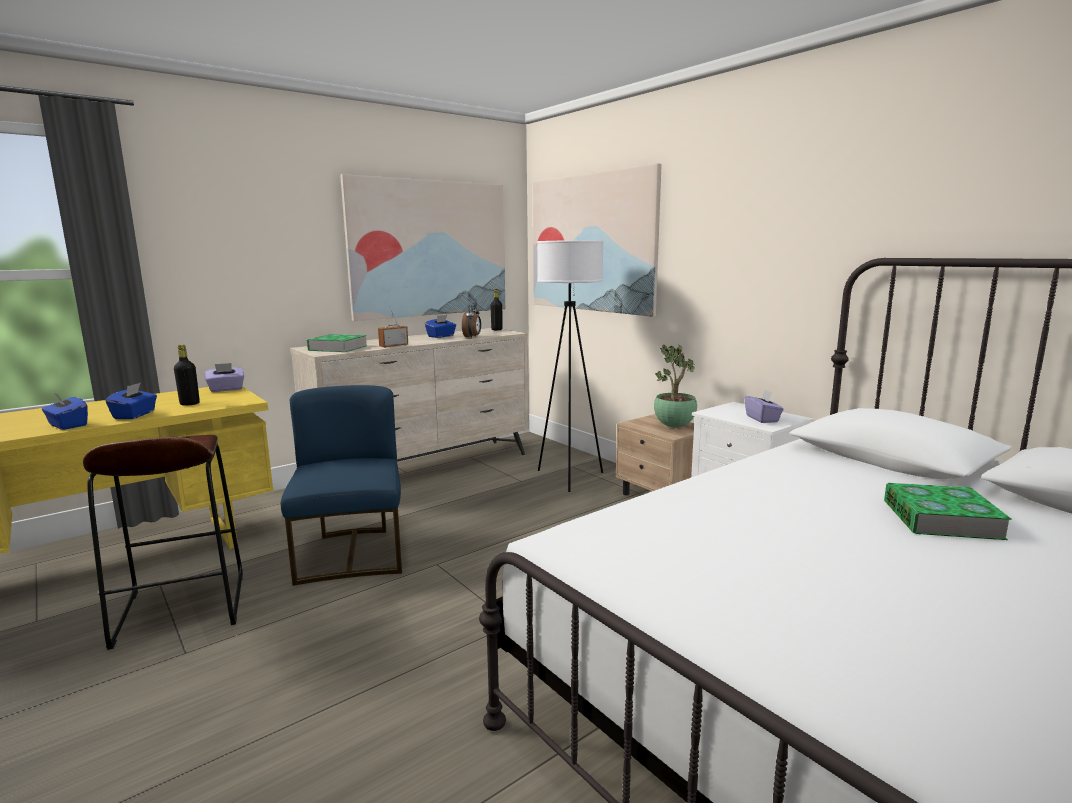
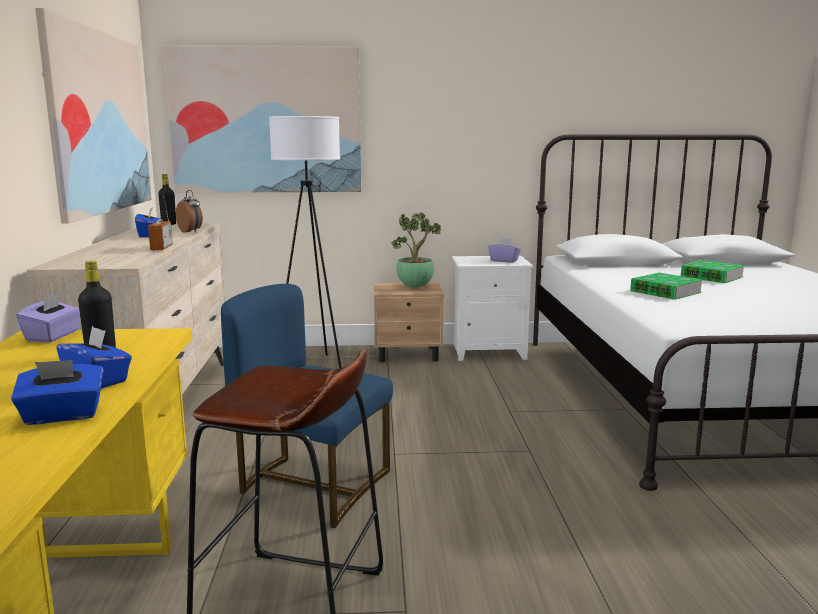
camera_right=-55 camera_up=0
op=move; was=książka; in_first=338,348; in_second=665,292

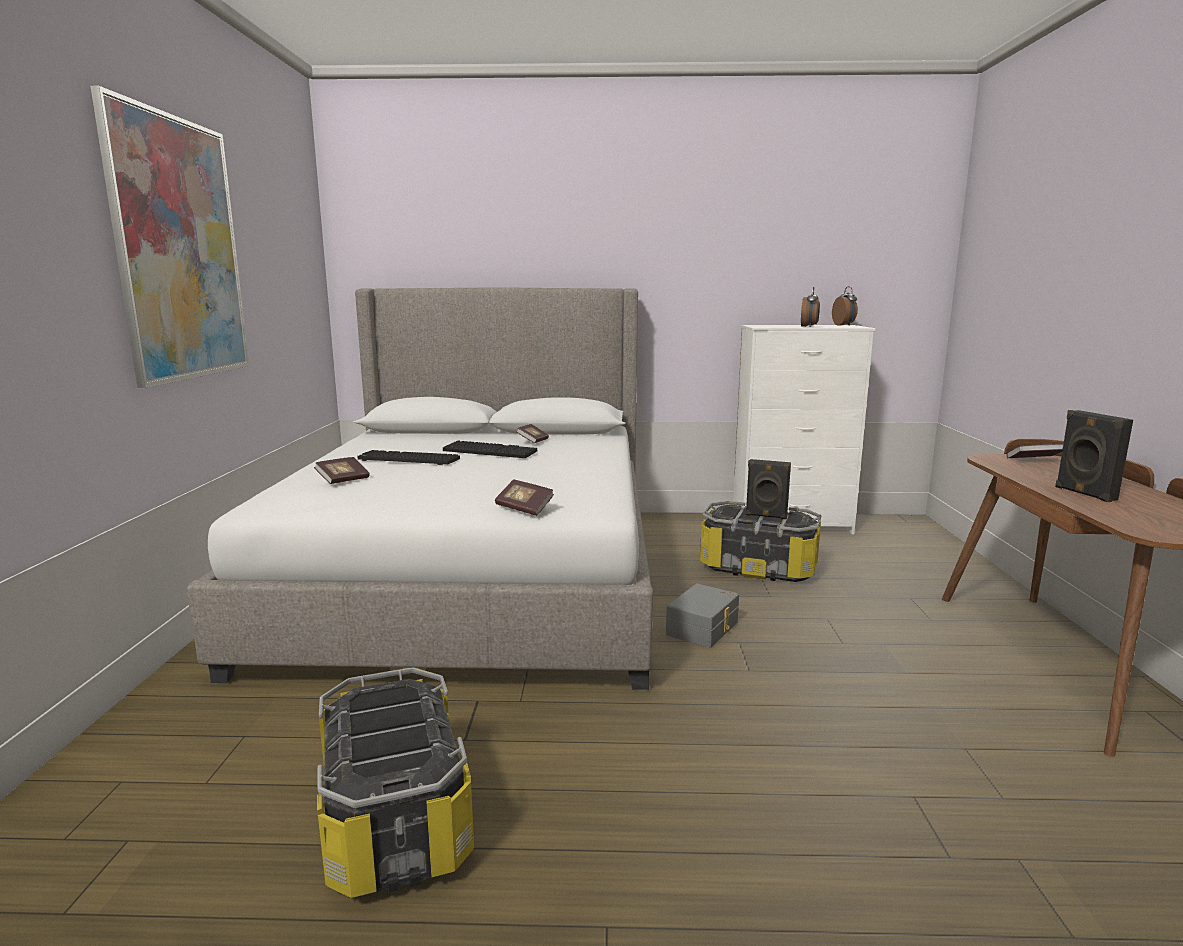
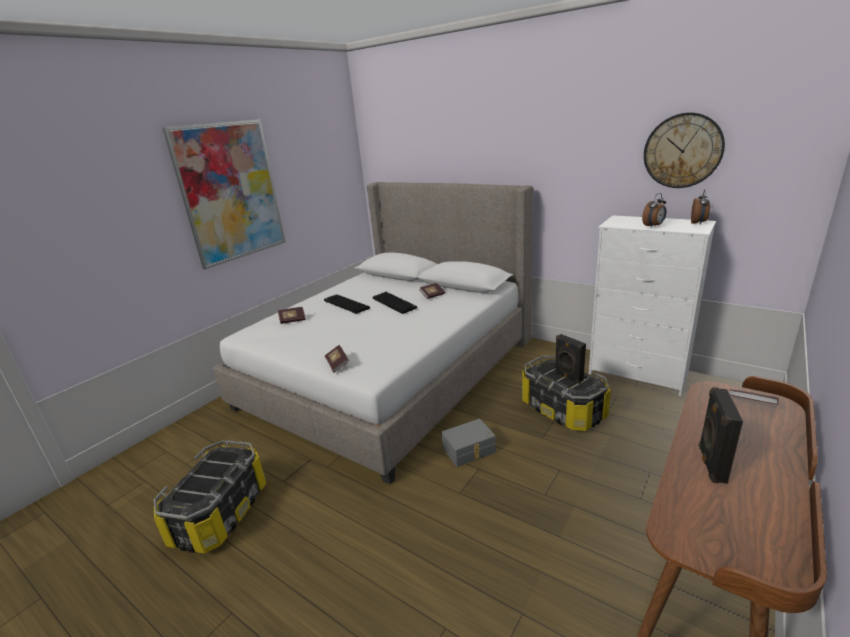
camera_right=35 camera_up=10
op=insert; now=zegar ścienny; in_second=682,151

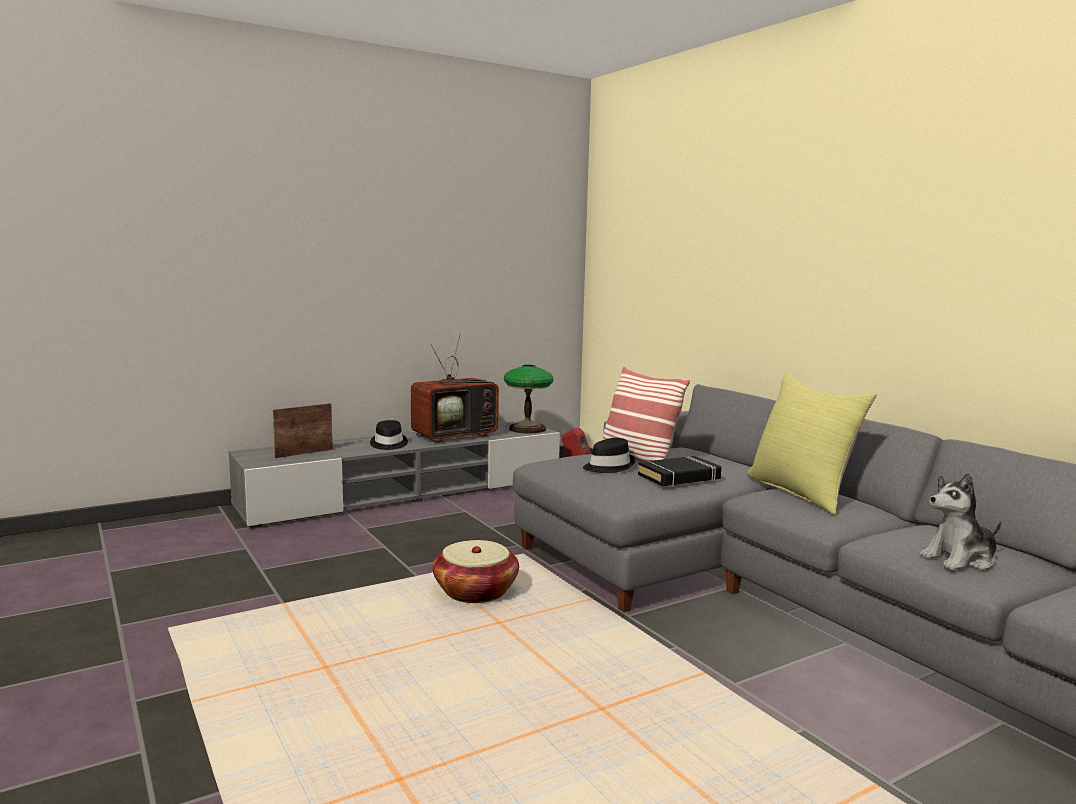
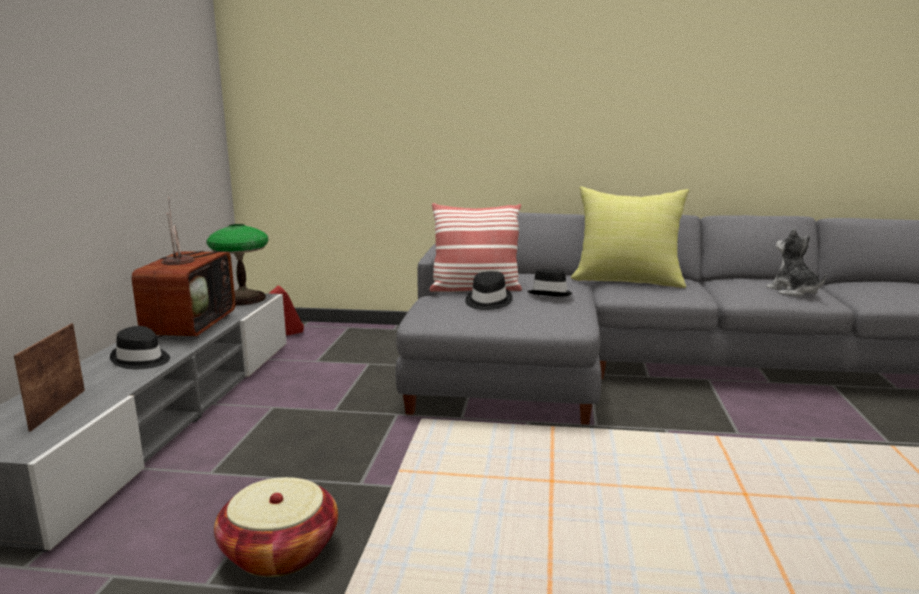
camera_right=-50 camera_up=5
op=move; was=koszyk; in_first=475,591; in_second=280,551
op=replace; was=książka (czarny); now=kapelusz (czarny); in_first=679,477; in_second=550,293
op=rotate; was=pluszak; in_first=960,559; in_second=793,291; clockwise=135

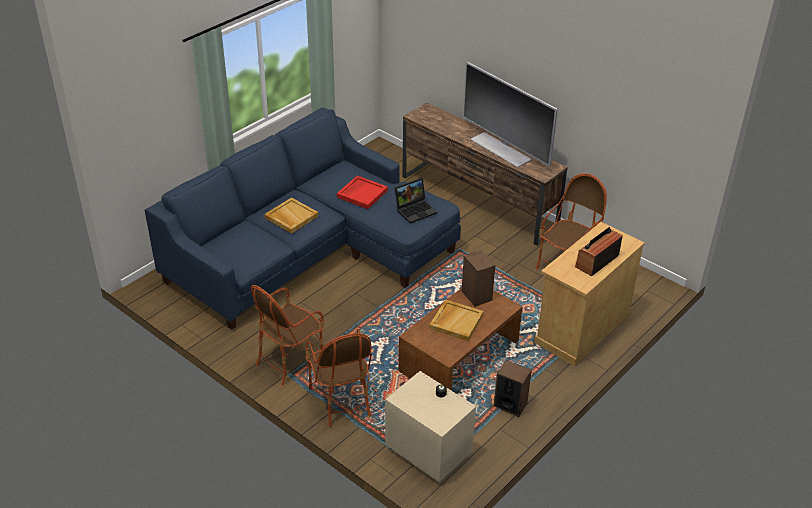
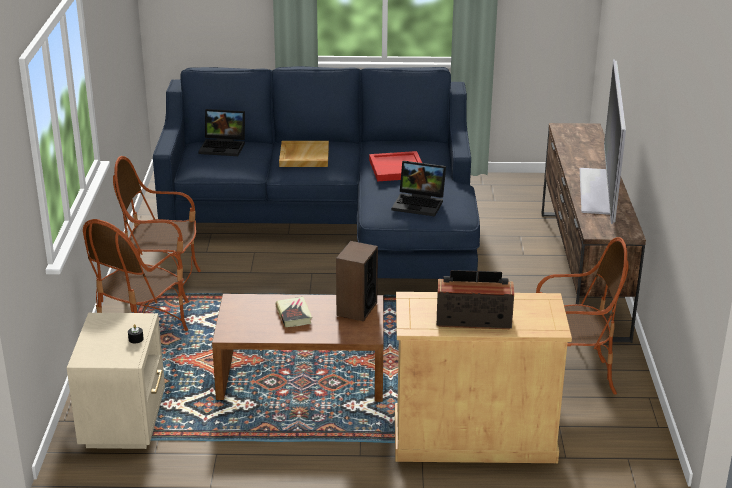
camera_right=50 camera_up=-10
op=delete; was=głośnik; in_first=510,405
op=insert; now=laptop; in_second=224,146
op=replace; was=taca (beżowy); now=książka; in_first=456,321; in_second=294,315

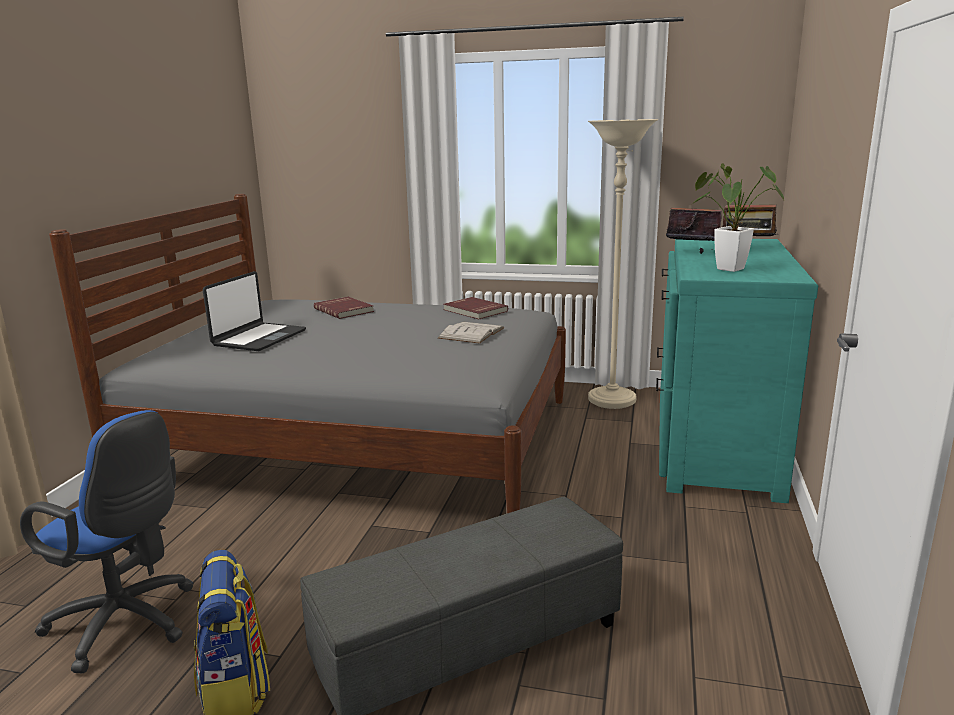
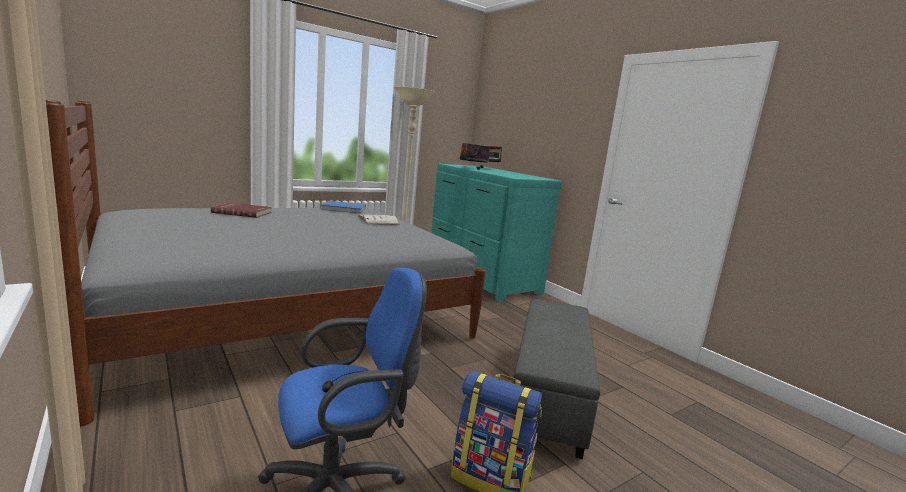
camera_right=-50 camera_up=-5
op=delete; was=laptop; in_first=259,338
op=delete; was=roślina doniczkowa; in_first=724,268
op=recolor; was=książka (czerwony); now=książka (niebieski); in_first=474,311; in_second=343,209

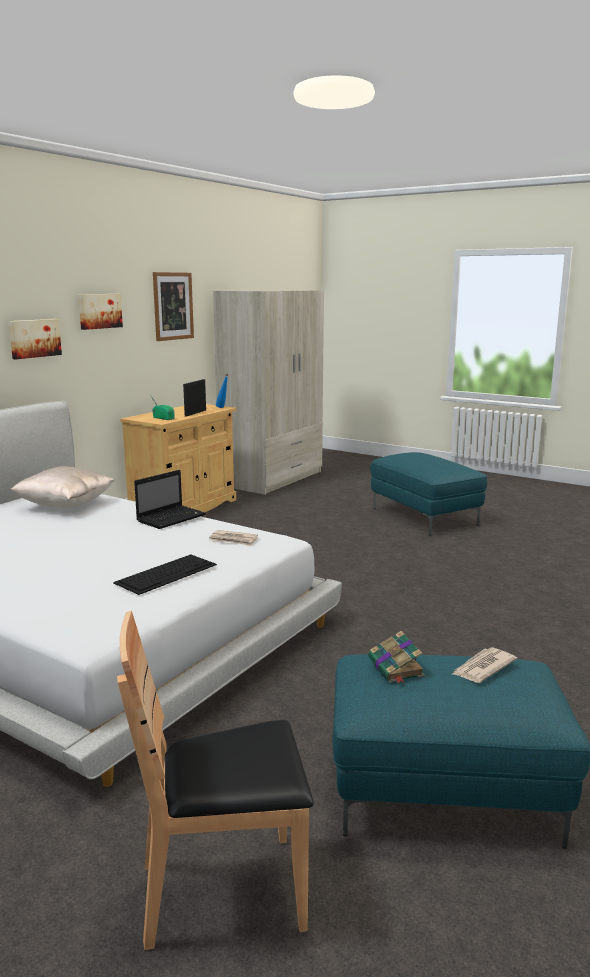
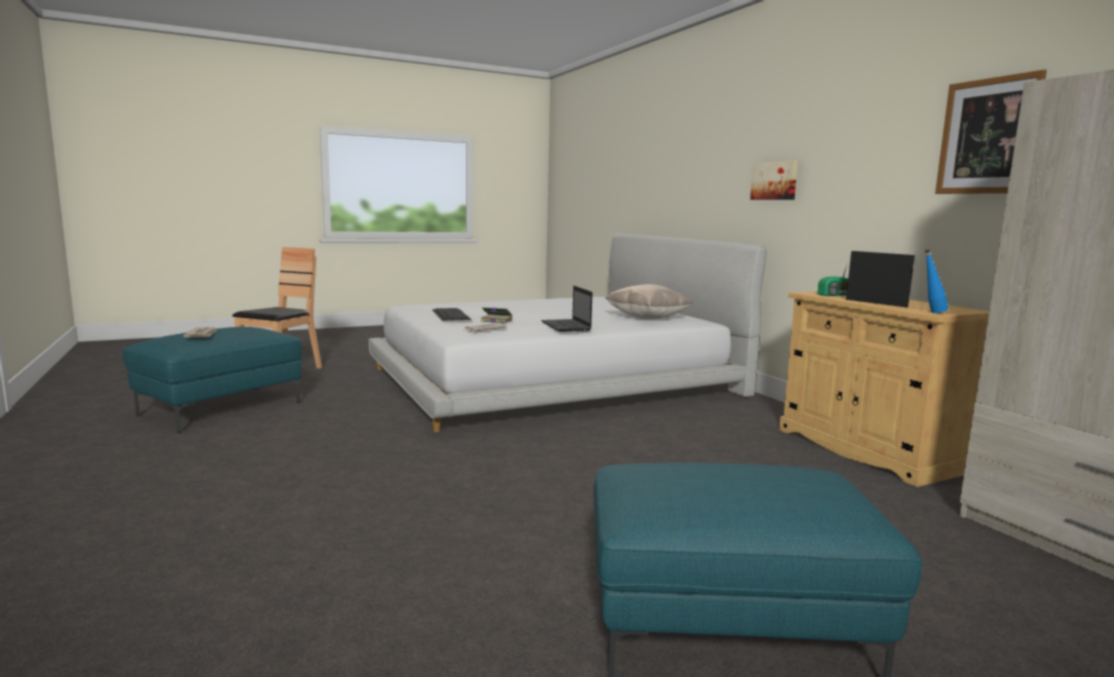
camera_right=120 camera_up=-5
op=delete; was=obraz; in_first=99,311
op=move; was=książka; in_first=396,668; in_second=496,321

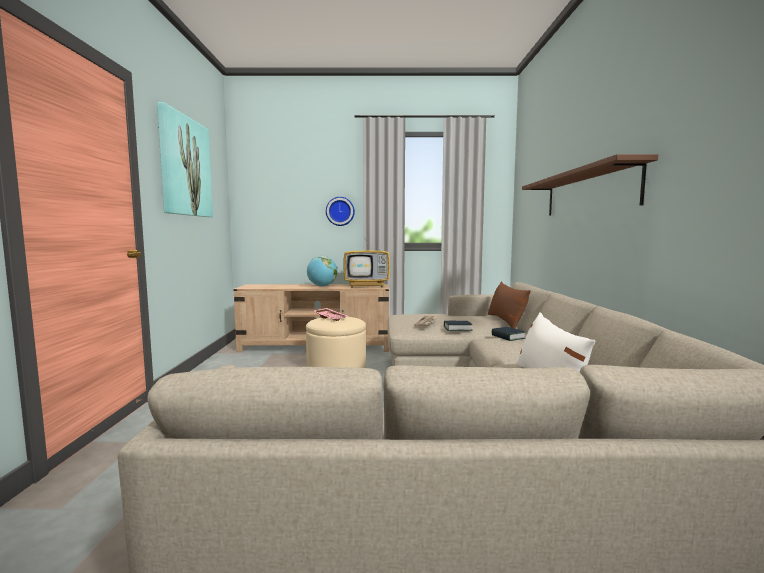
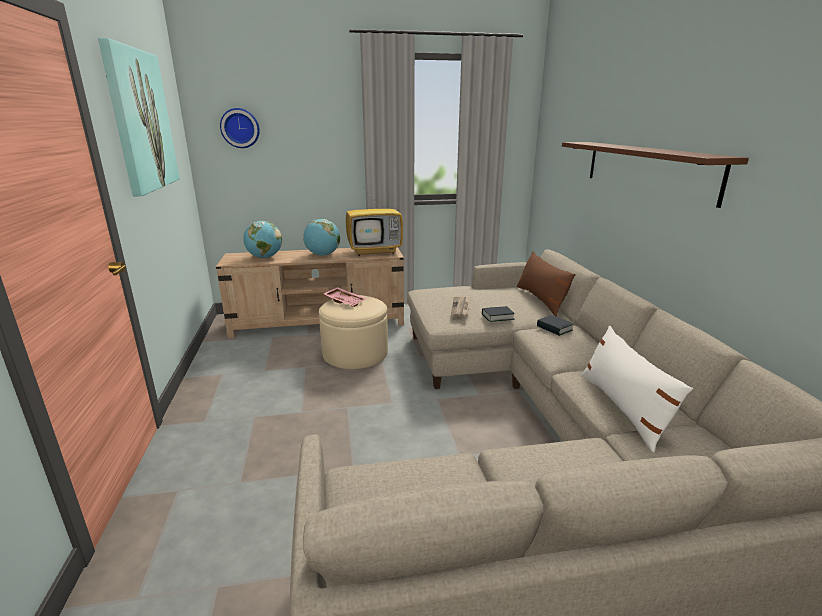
camera_right=-10 camera_up=15
op=insert; now=globus; in_second=264,257
op=move; was=zegar ścienny; in_first=340,211; in_second=240,128

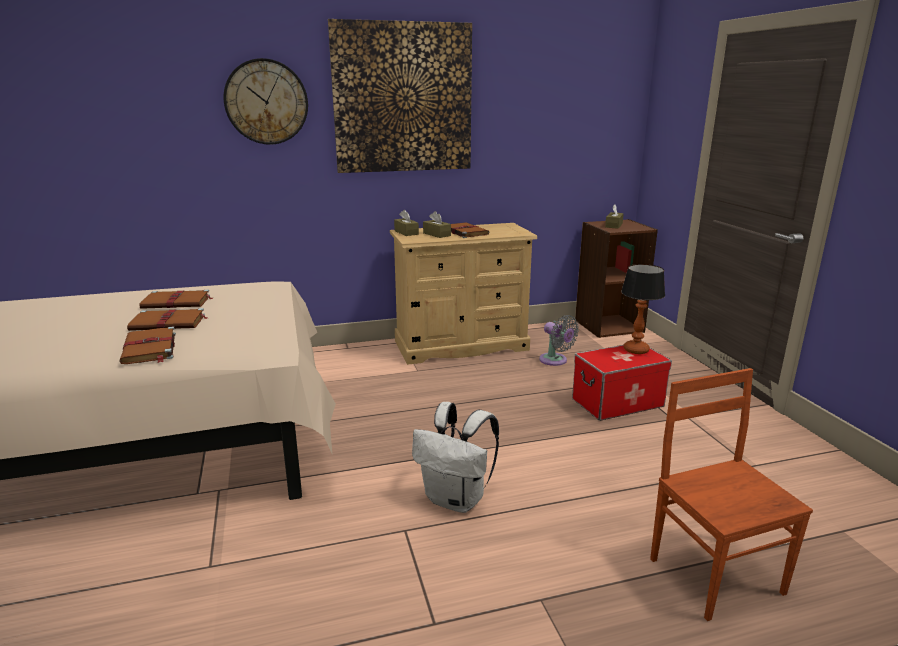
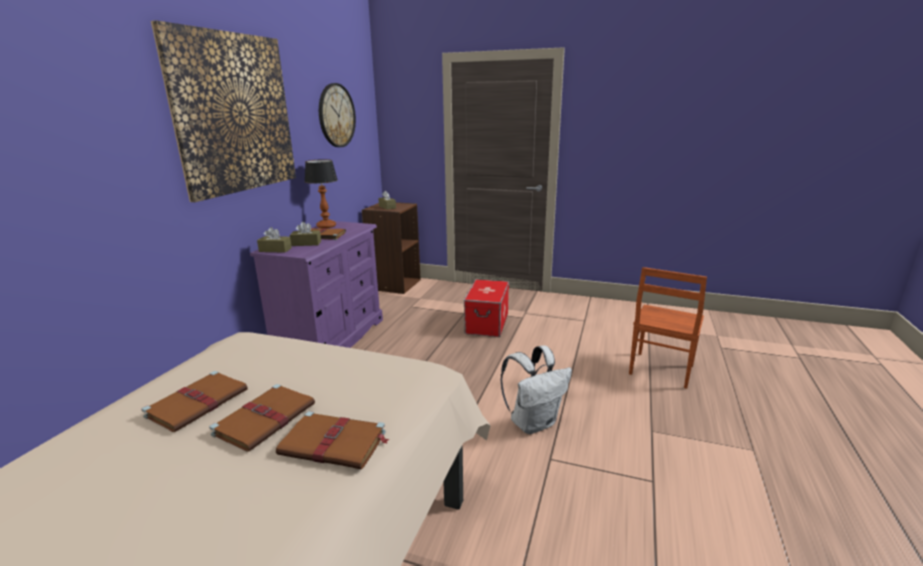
camera_right=-55 camera_up=0
op=delete; was=wentylator (szary); in_first=555,361
op=move; was=zegar ścienny; in_first=266,102; in_second=336,115
op=move; was=lampa stołowa; in_first=635,350; in_second=326,226
op=recolor; was=komoda (beżowy); now=komoda (fioletowy); in_first=461,345; in_second=332,339
op=rotate; was=krzesło (brązowy); in_first=715,574; in_second=660,370; clockwise=-75

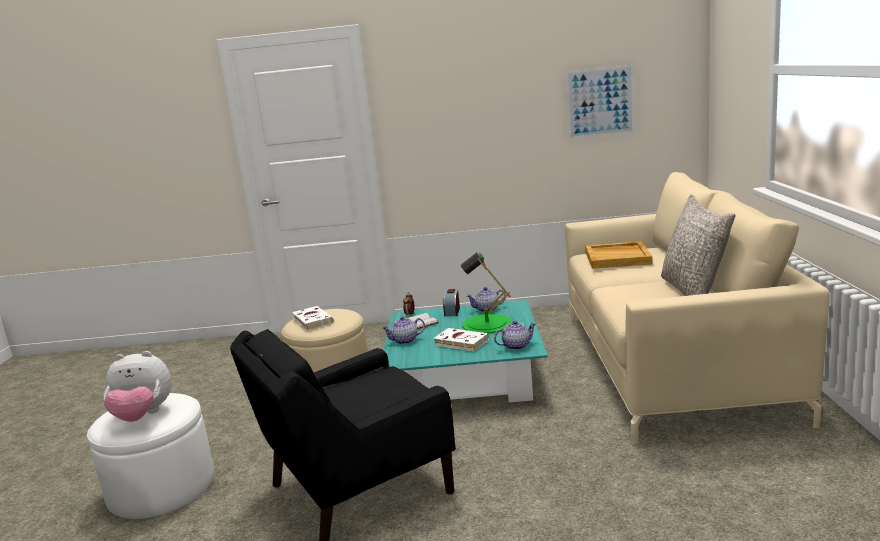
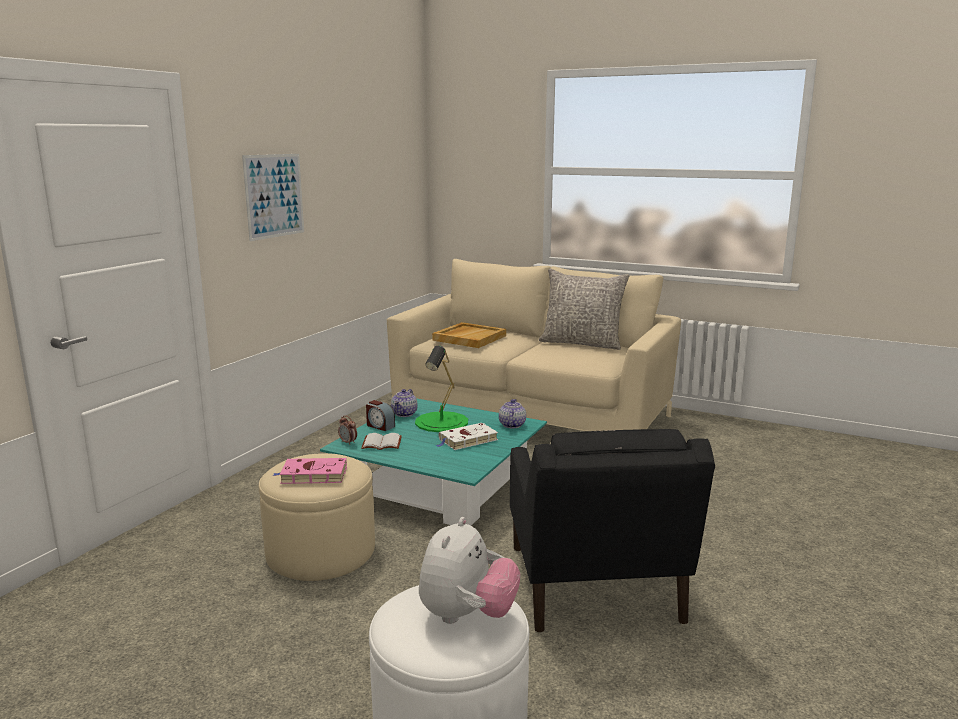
camera_right=-65 camera_up=0
op=delete; was=imbryk; in_first=405,341
op=move; was=obraz; in_first=600,102; in_second=274,196
op=recolor; was=książka (biały); now=książka (różowy); in_first=312,321; in_second=312,475

